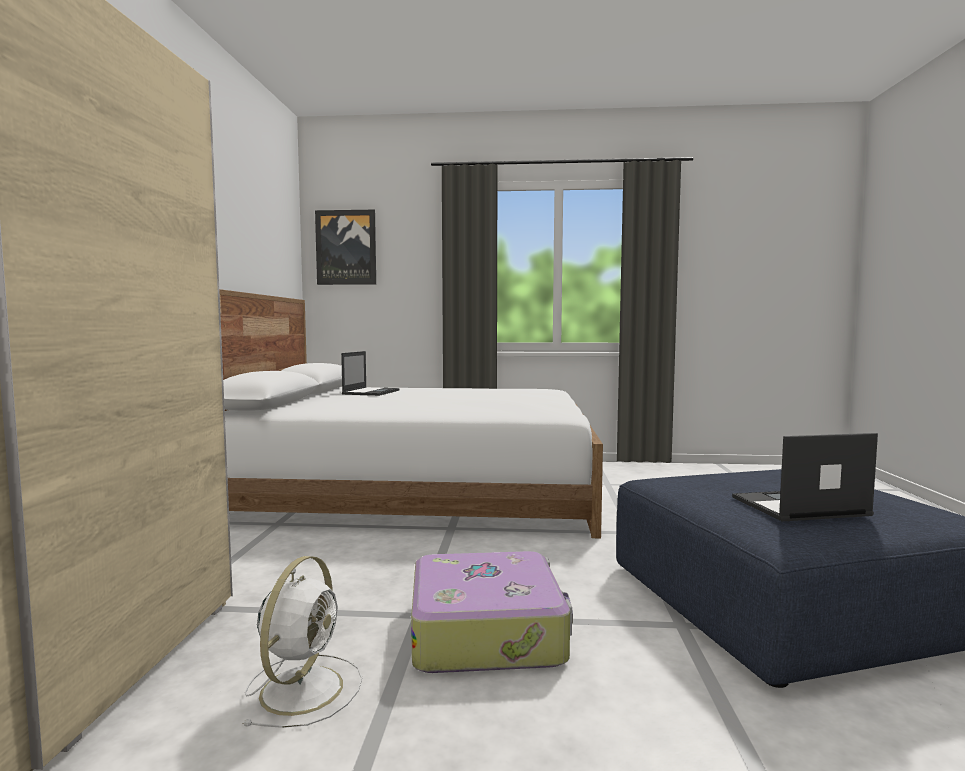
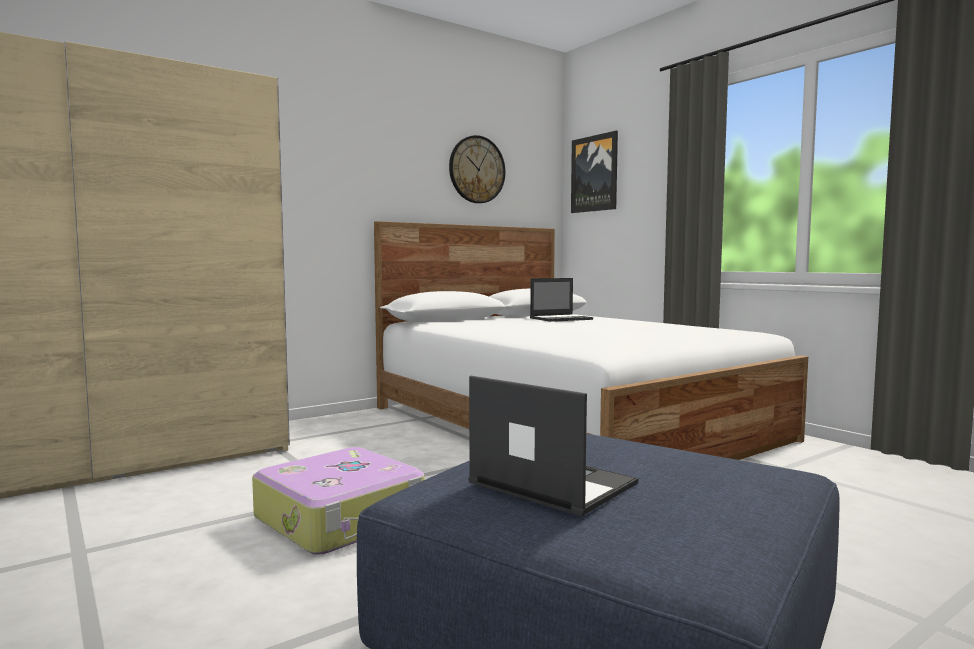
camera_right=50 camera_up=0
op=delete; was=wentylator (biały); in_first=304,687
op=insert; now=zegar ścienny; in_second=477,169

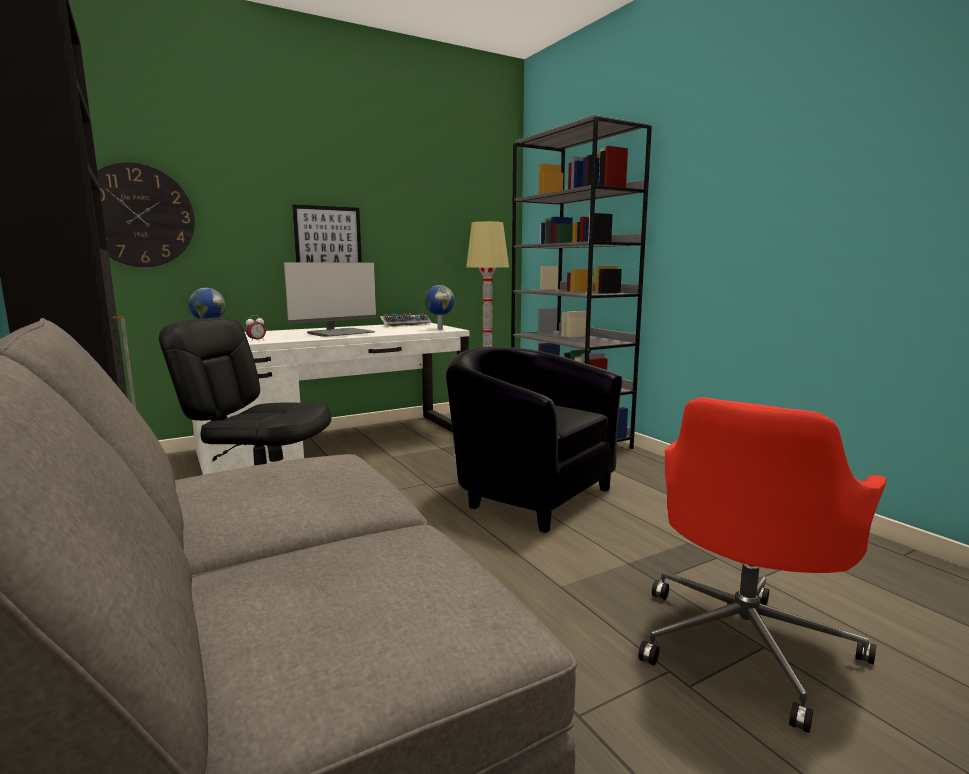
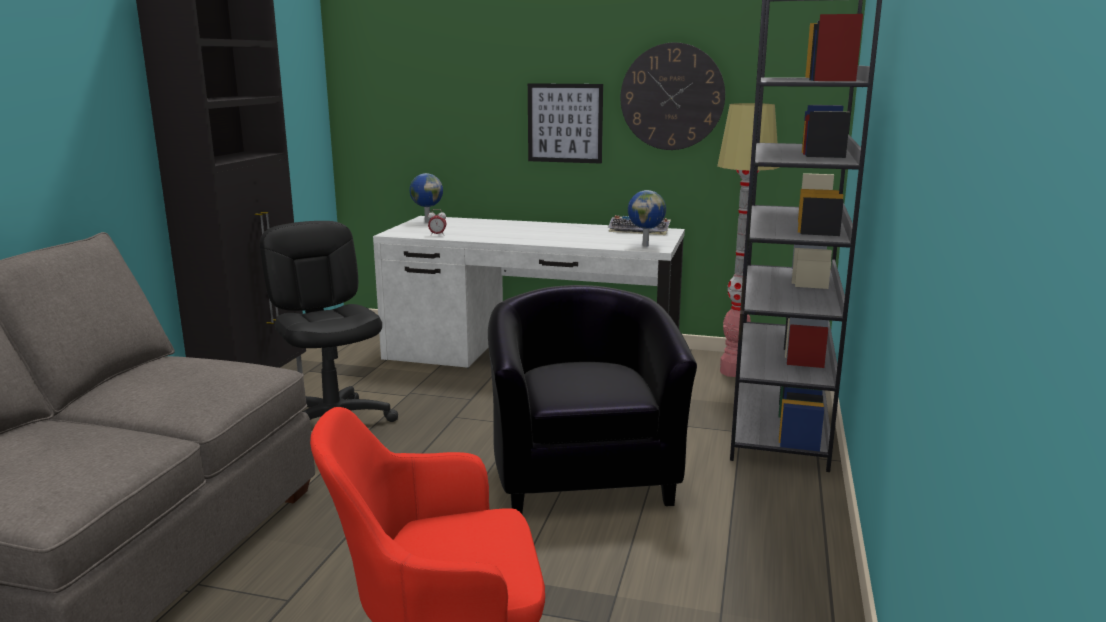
camera_right=45 camera_up=5
op=delete; was=monitor; in_first=340,333
op=move; was=zegar ścienny; in_first=138,215; in_second=672,97

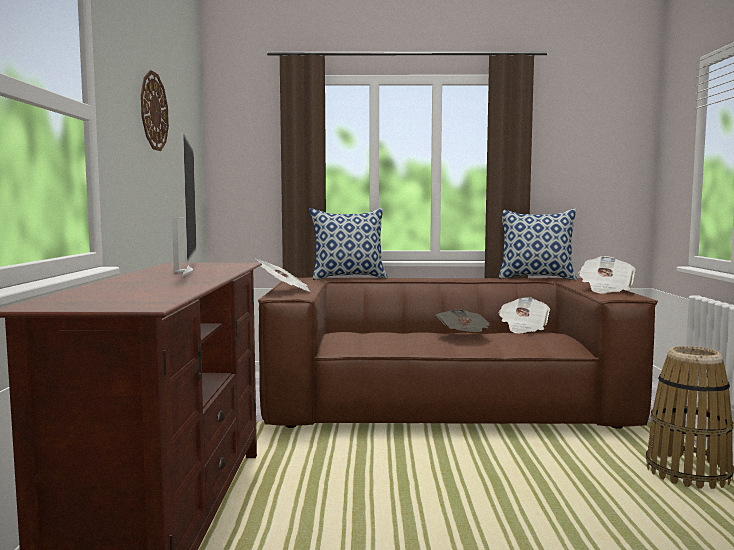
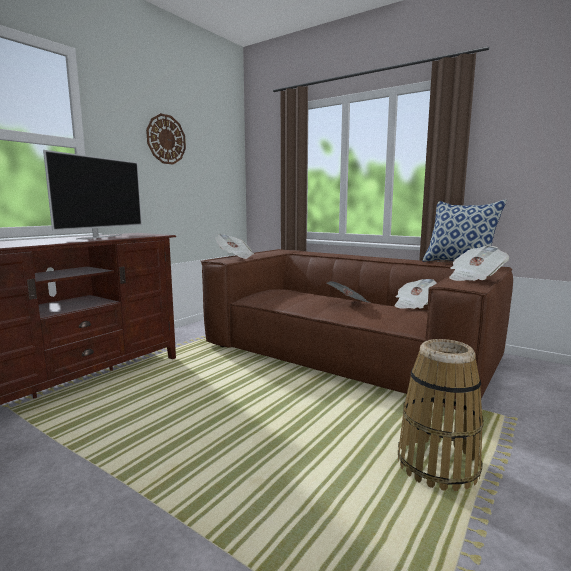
camera_right=35 camera_up=5
op=delete; was=poduszka; in_first=349,277

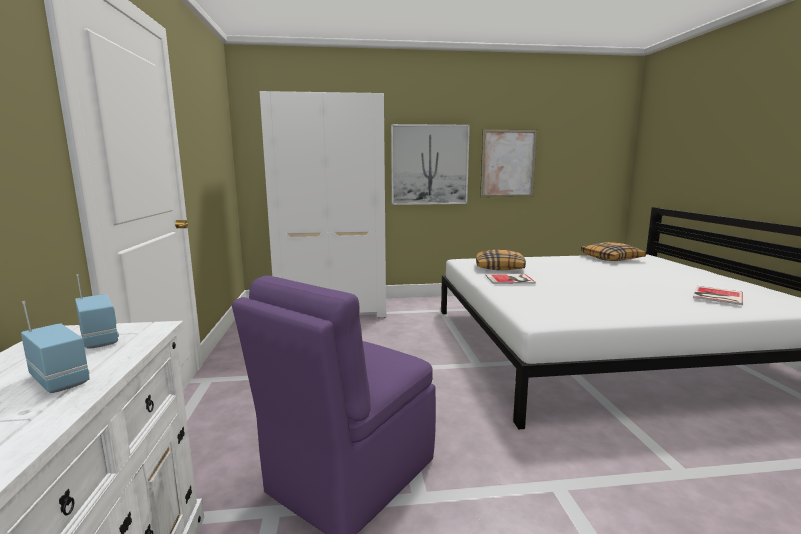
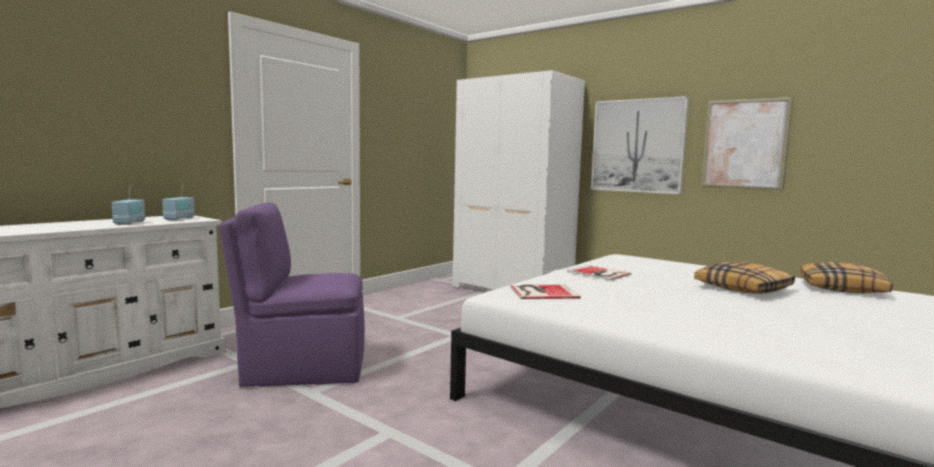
camera_right=45 camera_up=-5
op=move; was=poduszka; in_first=500,267; in_second=743,289
op=move; was=książka; in_first=716,296; in_second=541,292

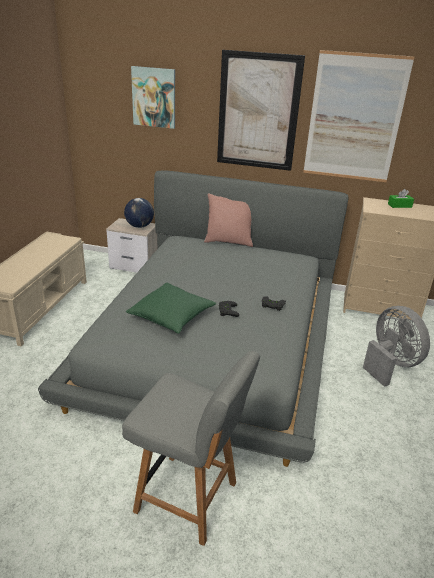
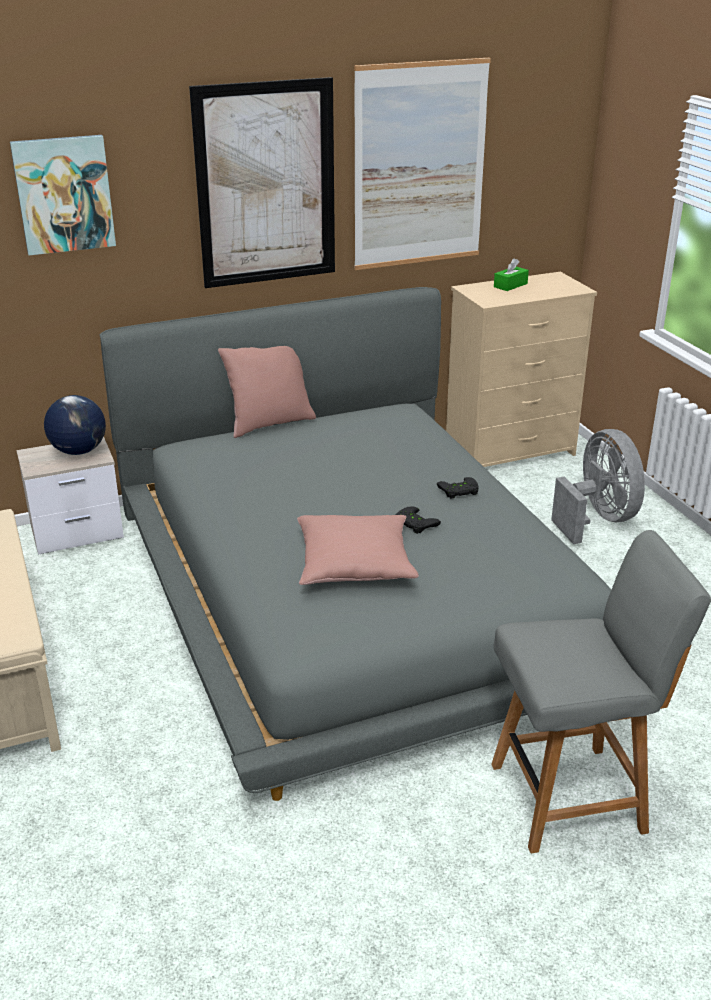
camera_right=-35 camera_up=0
op=recolor; was=poduszka (zielony); now=poduszka (różowy); in_first=171,316; in_second=355,564
op=rotate; was=wentylator (szary); in_first=390,364; in_second=597,519; clockwise=45

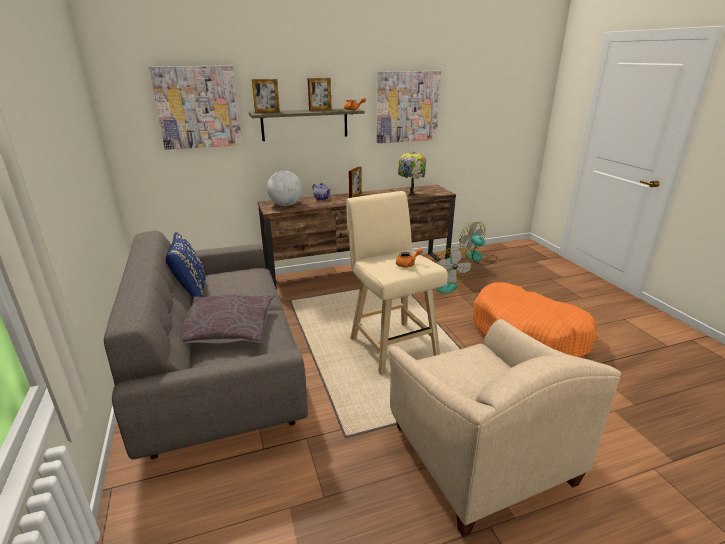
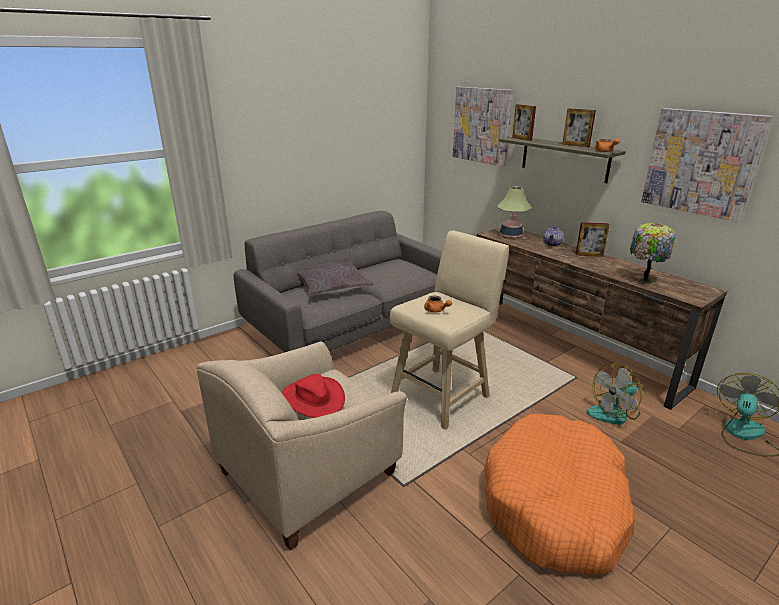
camera_right=70 camera_up=0
op=delete; was=poduszka (niebieski); in_first=191,292
op=insert; now=kapelusz (czerwony); in_second=313,399
op=replace; was=globus; now=lampa stołowa; in_first=286,205; in_second=511,235

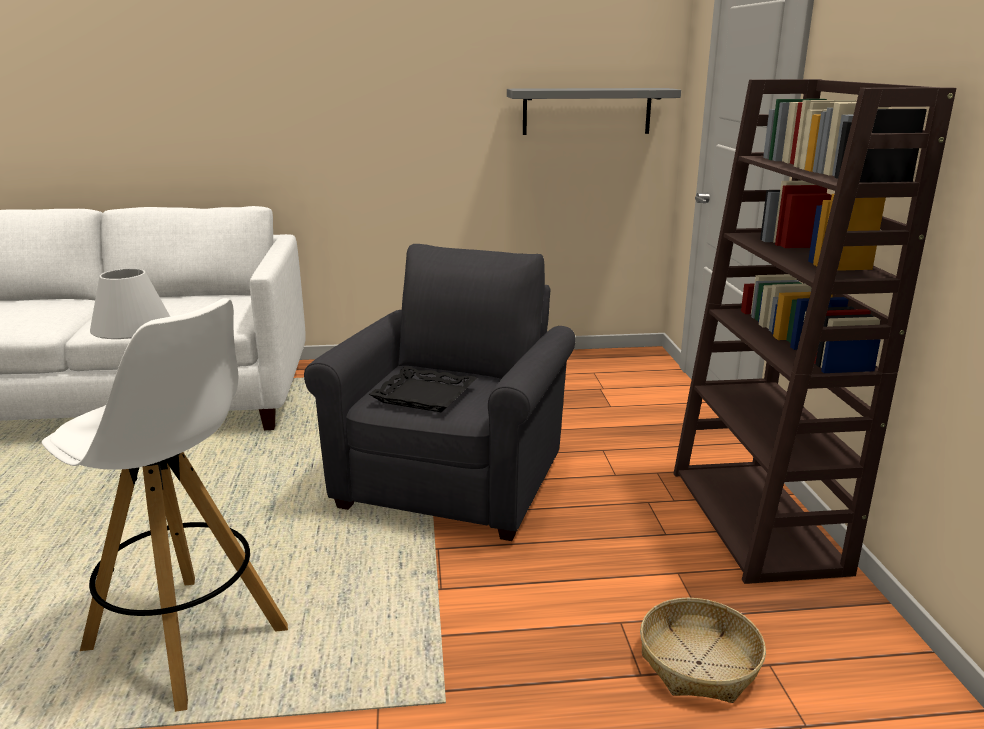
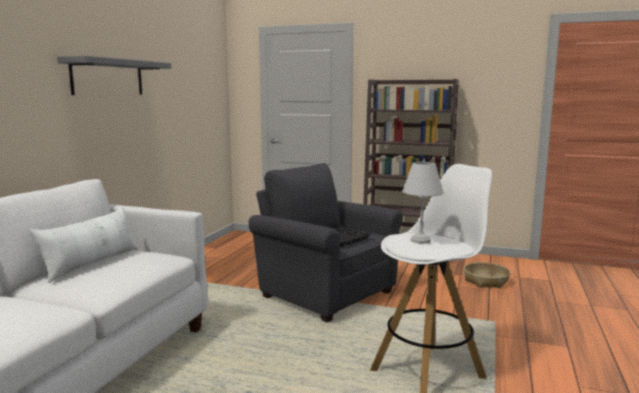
camera_right=-65 camera_up=-10
op=insert; now=poduszka (biały); in_second=92,264
op=move; was=półka (szary); in_first=587,111; in_second=108,77

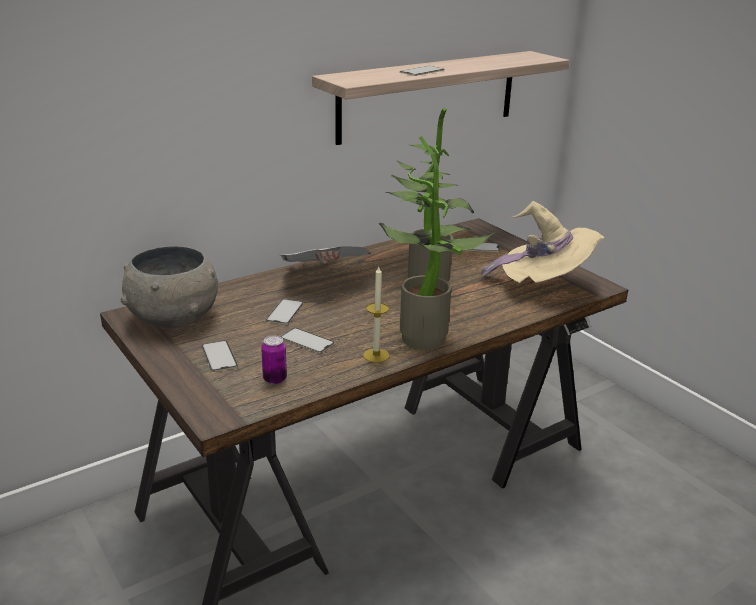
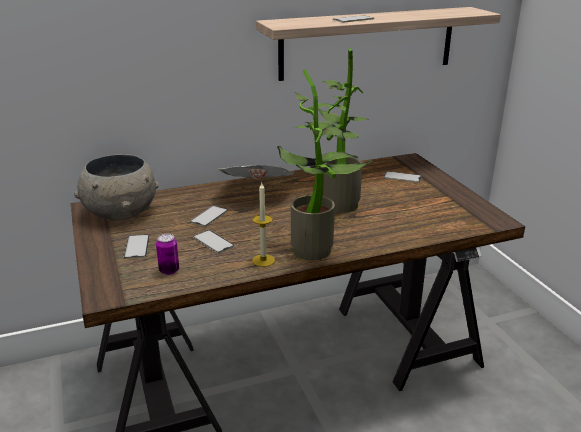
camera_right=15 camera_up=0
op=delete; was=kapelusz (beżowy); in_first=544,286

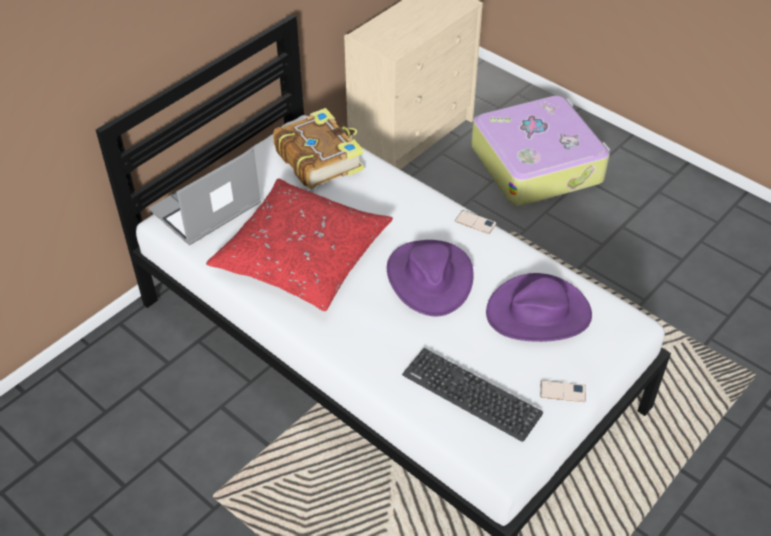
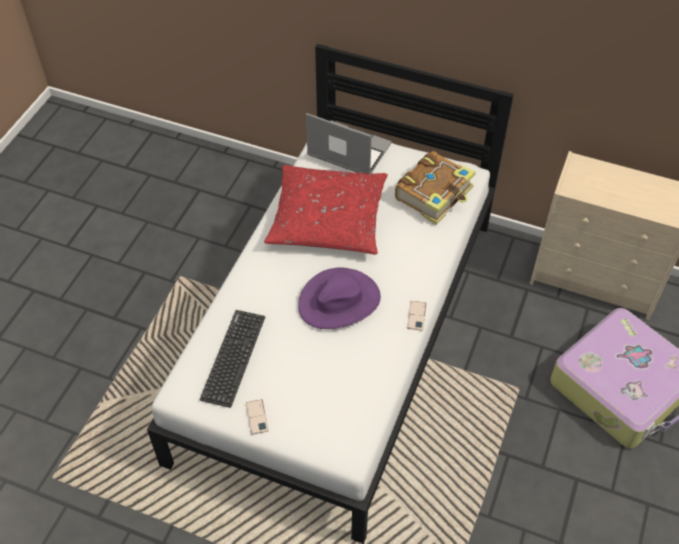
camera_right=70 camera_up=5
op=delete; was=kapelusz (fioletowy); in_first=538,313

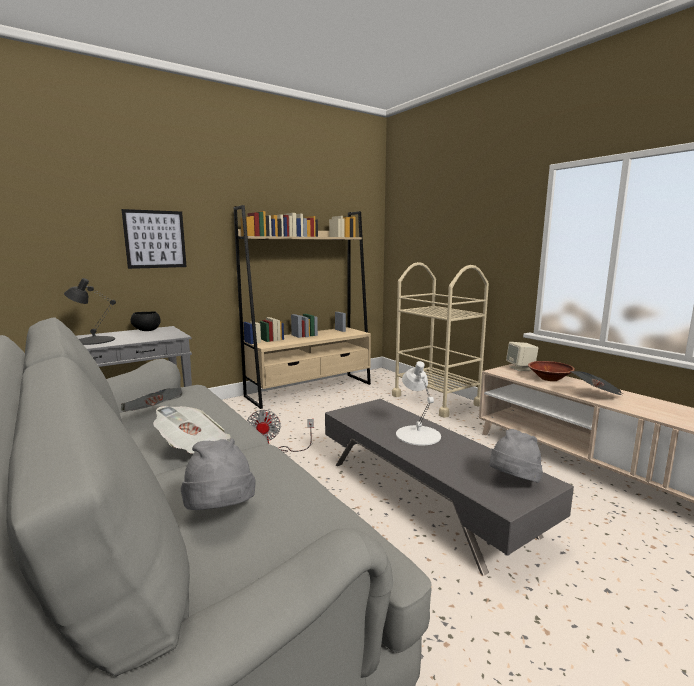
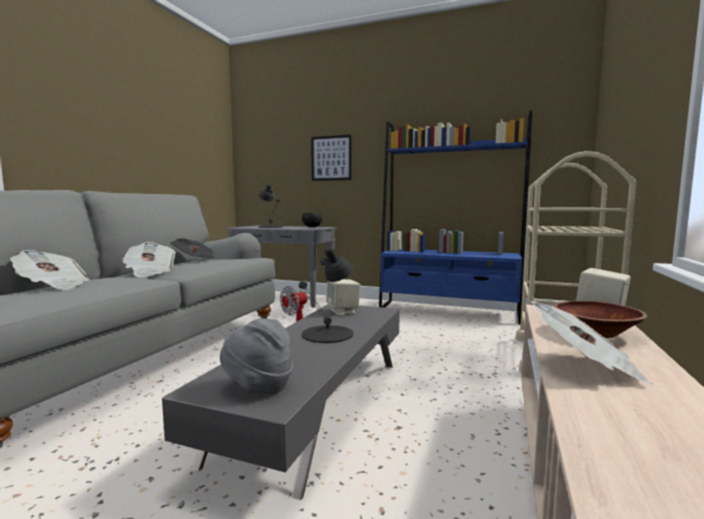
camera_right=55 camera_up=-5
op=insert; now=głośnik (beżowy); in_second=343,311
op=replace; was=kapelusz (szary); now=gazeta; in_first=220,513; in_second=53,286
op=recolor; was=regał (beżowy); now=regał (niebieski); in_first=310,390; in_second=449,311
op=recolor; was=lampa stołowa (biały); now=lampa stołowa (czarny); in_first=418,435; in_second=328,334

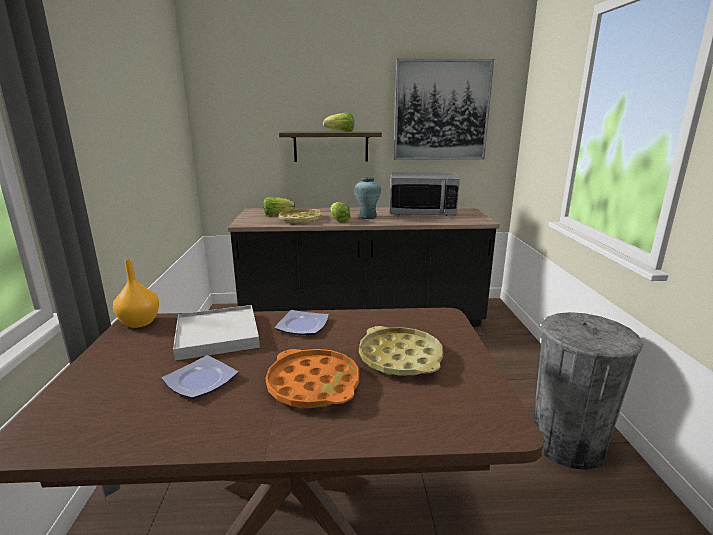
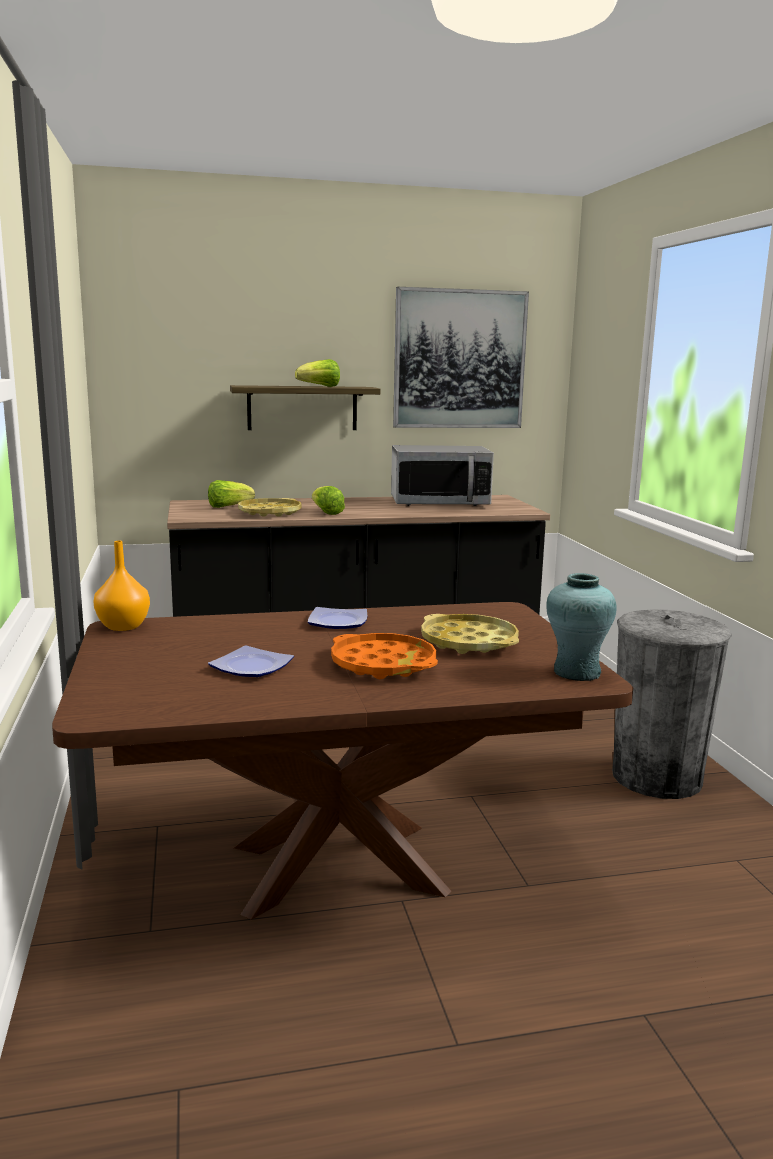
camera_right=-10 camera_up=-5
op=delete; was=taca (biały); in_first=217,335
op=move; was=wazon (turkusowy); in_first=367,216; in_second=576,672

